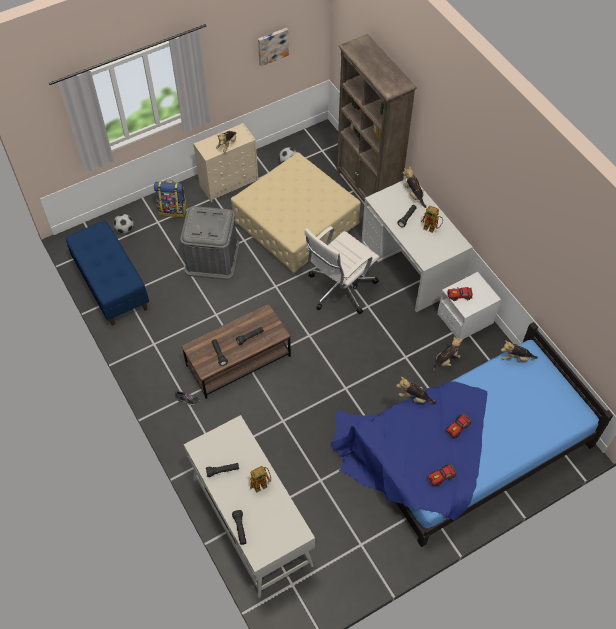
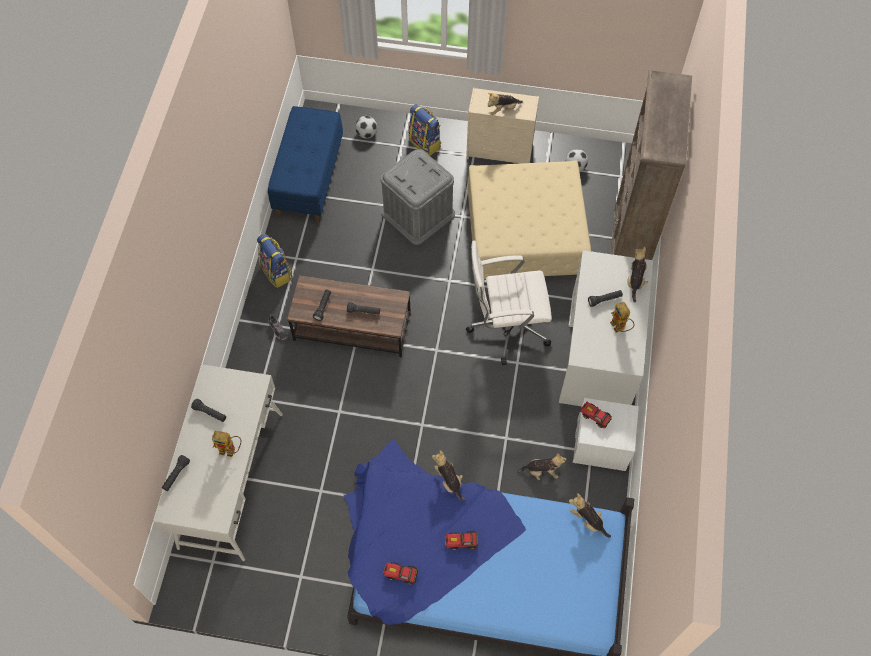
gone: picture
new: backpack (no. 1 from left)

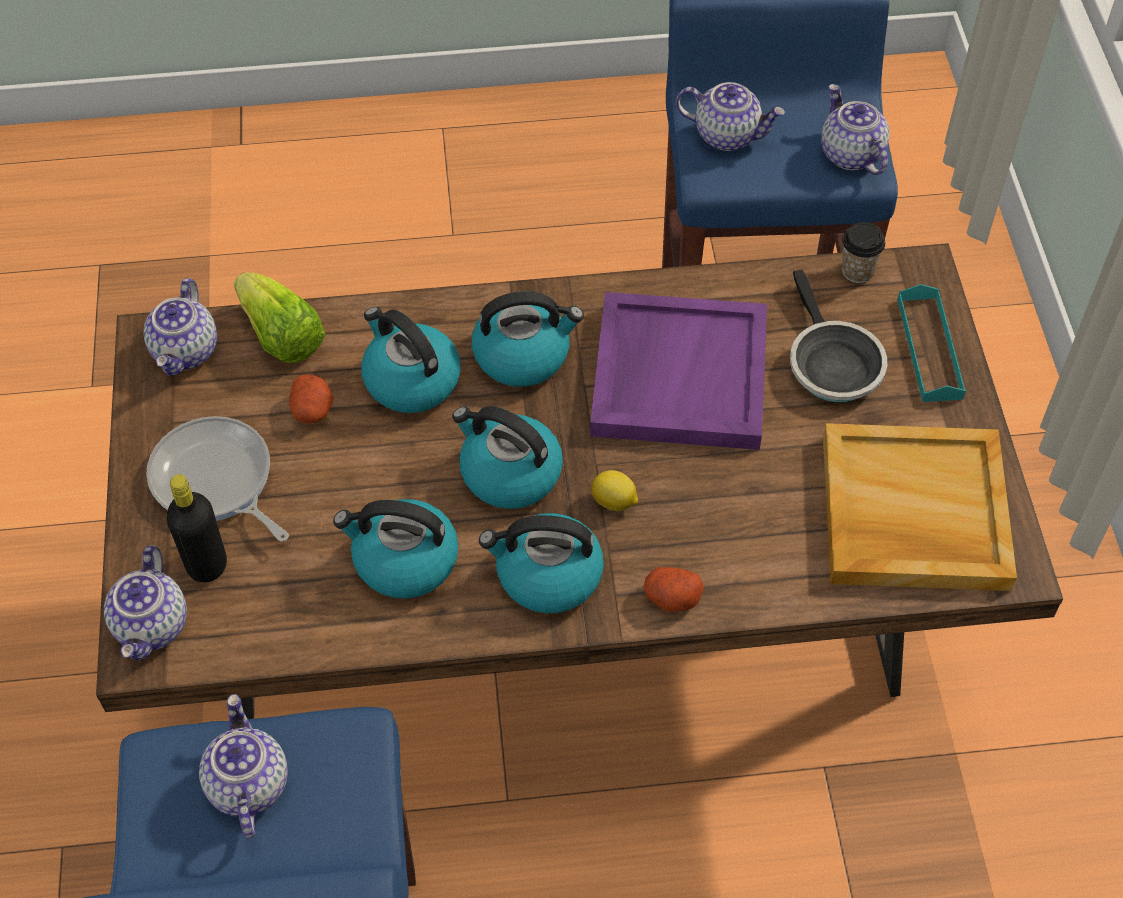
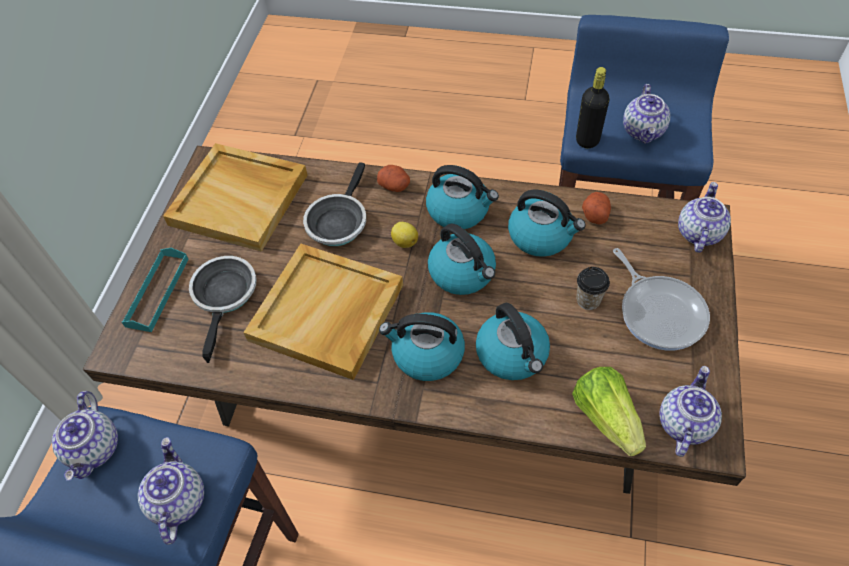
new: frying pan (no. 2 from left)
shifted: black bottle; cup; potato (no. 1 from left in the first image) to potato (no. 2 from left)
repainted: purple tray to beige tray (no. 2 from left)
rotated: teapot (no. 4 from left in the first image) 45 degrees clockwise

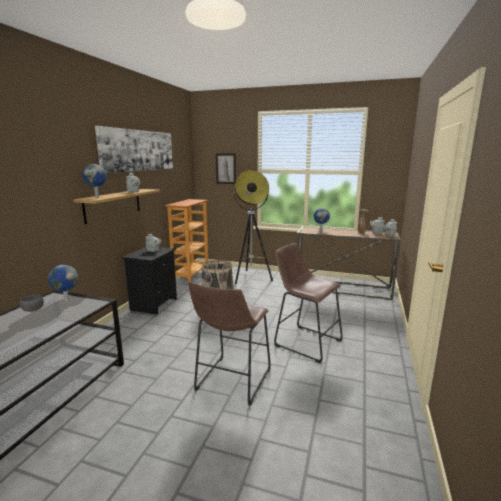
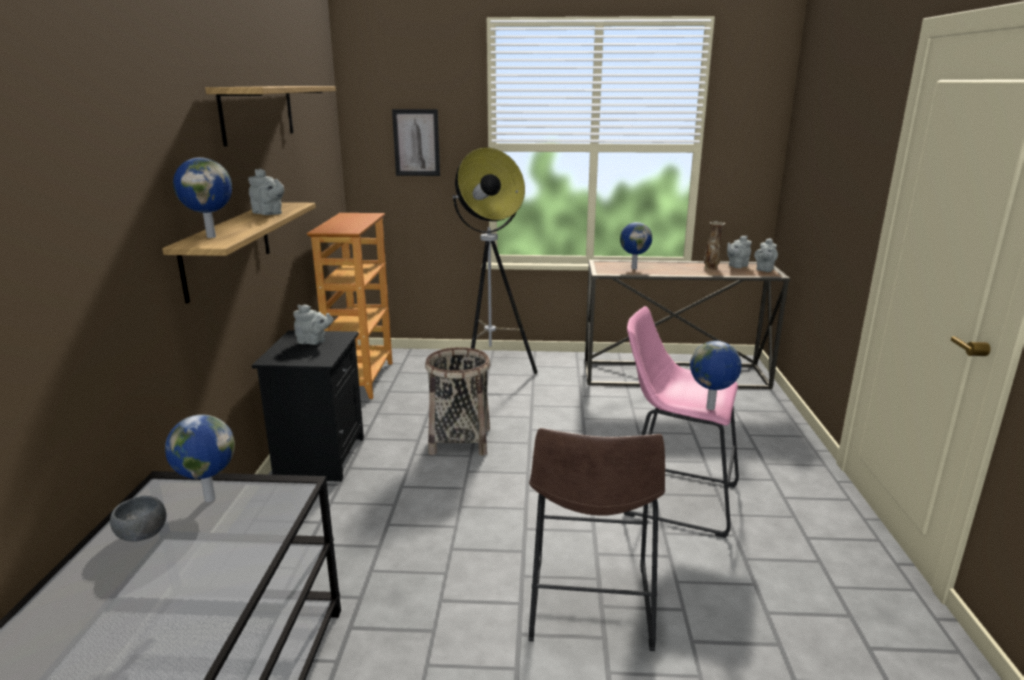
new: globe (no. 4 from left)
swapped: picture (no. 1 from left) to shelf (no. 2 from left)
repainted: brown stool (no. 2 from left) to pink stool

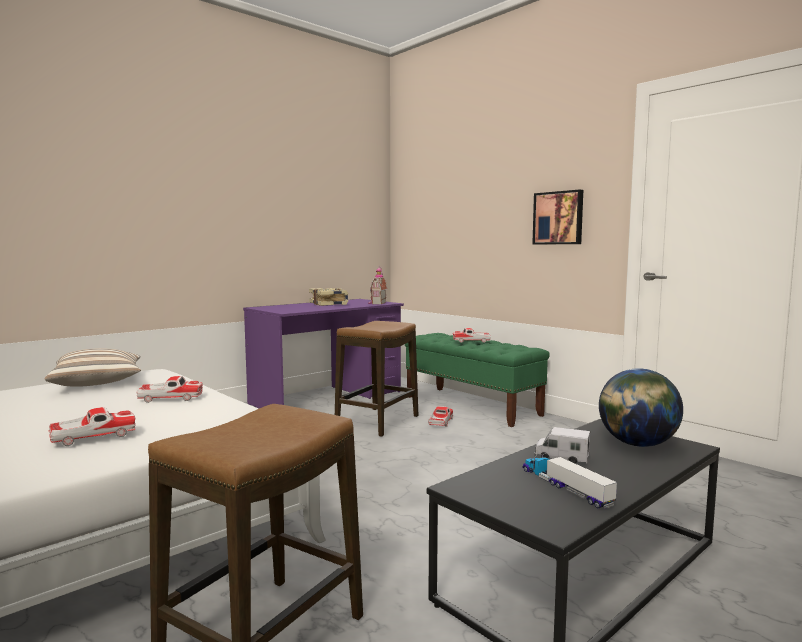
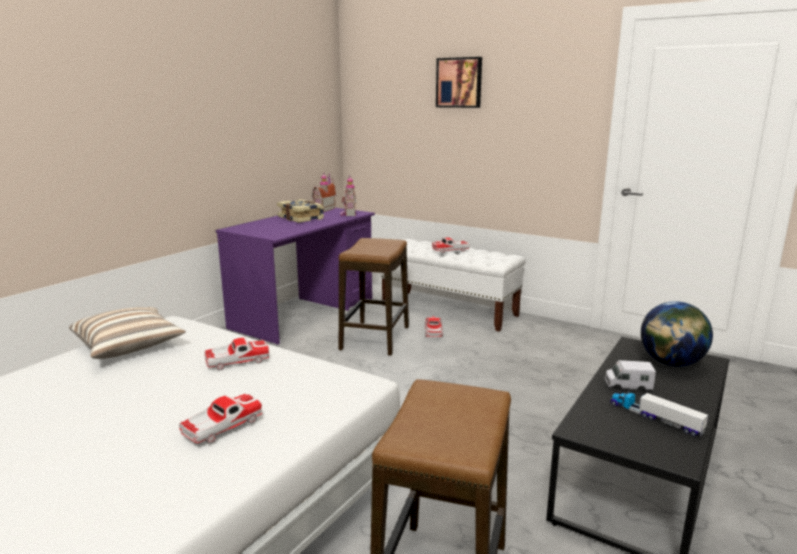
new: toy house (no. 1 from left)
shifted: picture
repainted: green bench to white bench

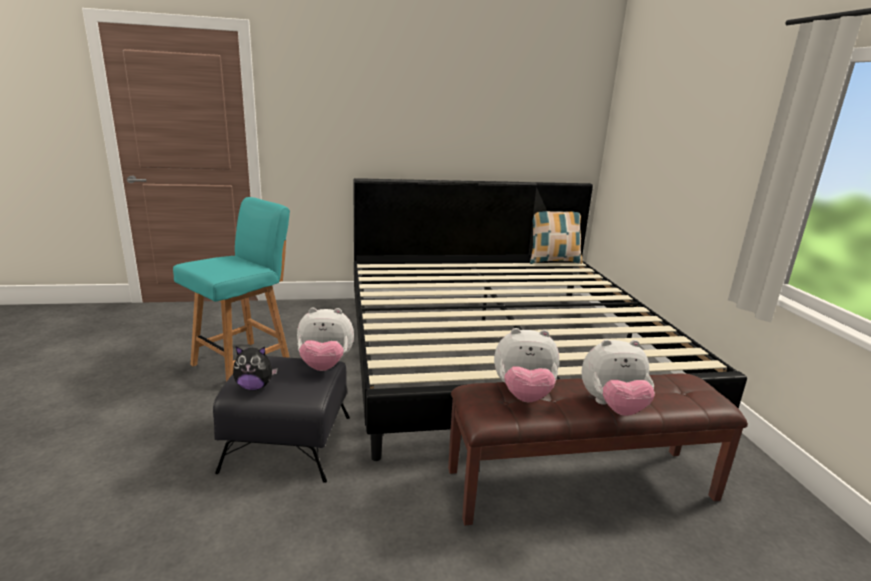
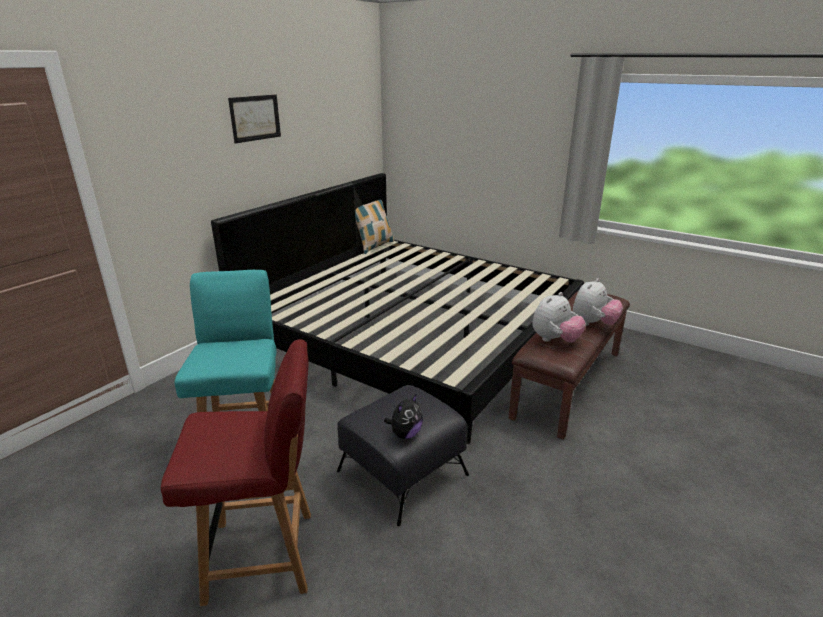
gone: plush toy (no. 2 from left)
new: red chair; picture

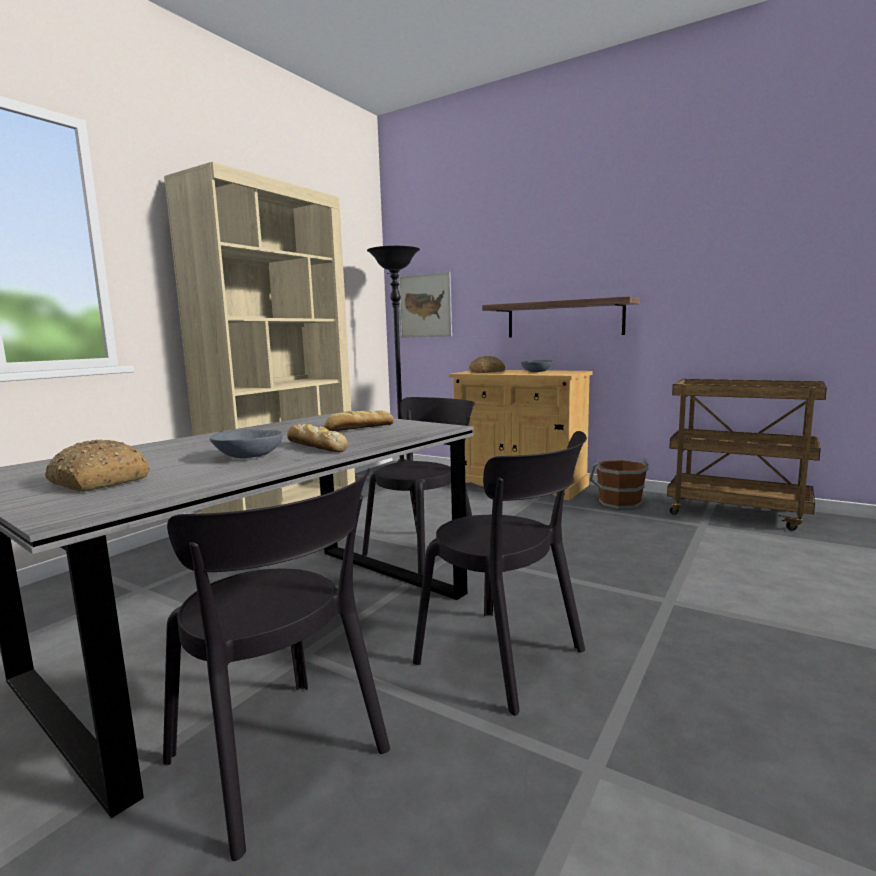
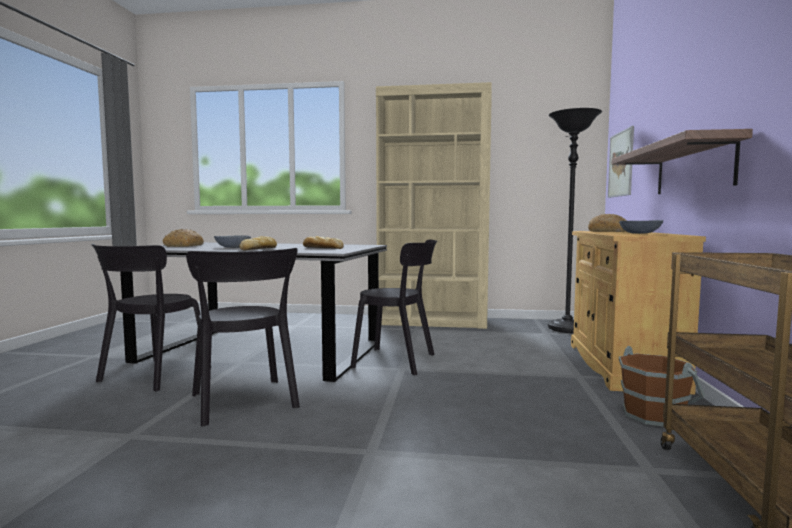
rotated: black chair (no. 3 from left in the first image) 45 degrees counterclockwise

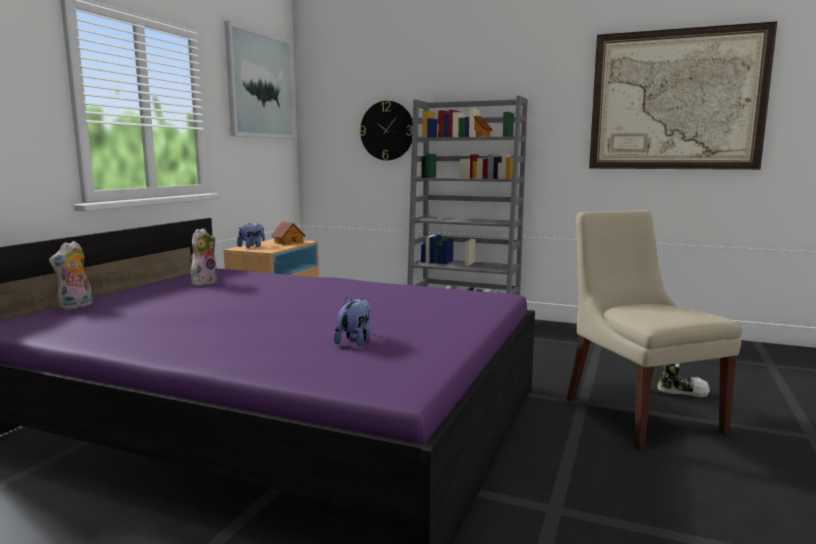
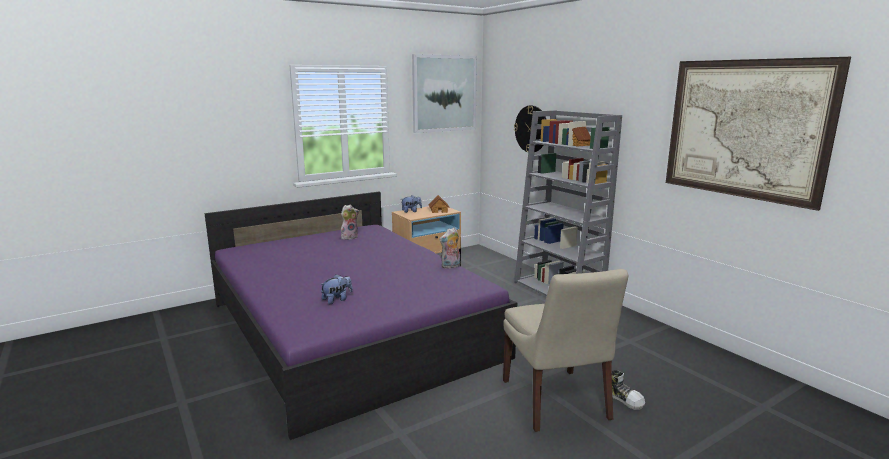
shifted: plush toy (no. 1 from left in the first image) to plush toy (no. 4 from left)
rotated: beige chair 150 degrees clockwise

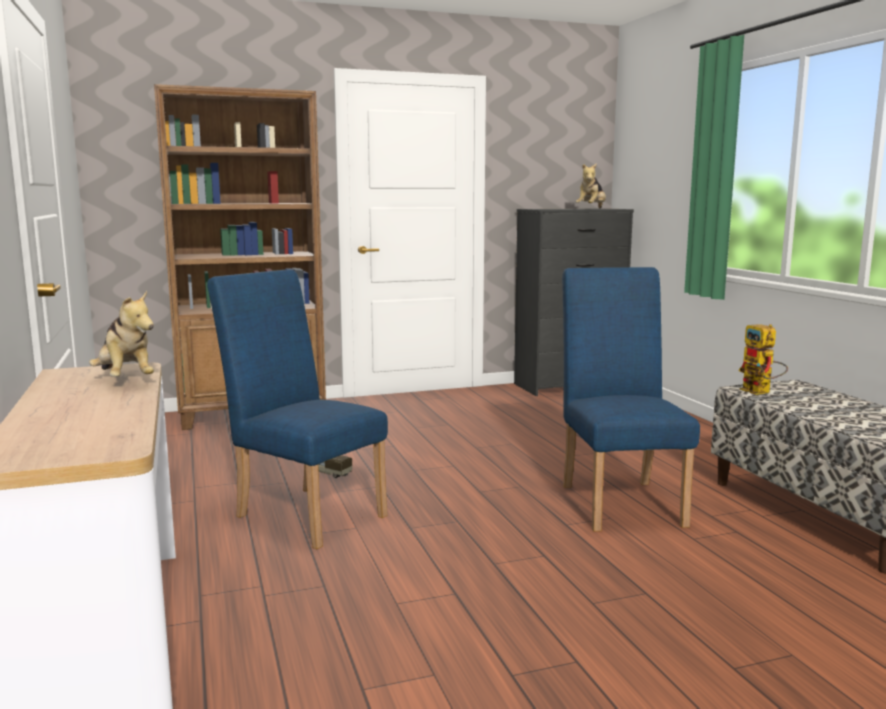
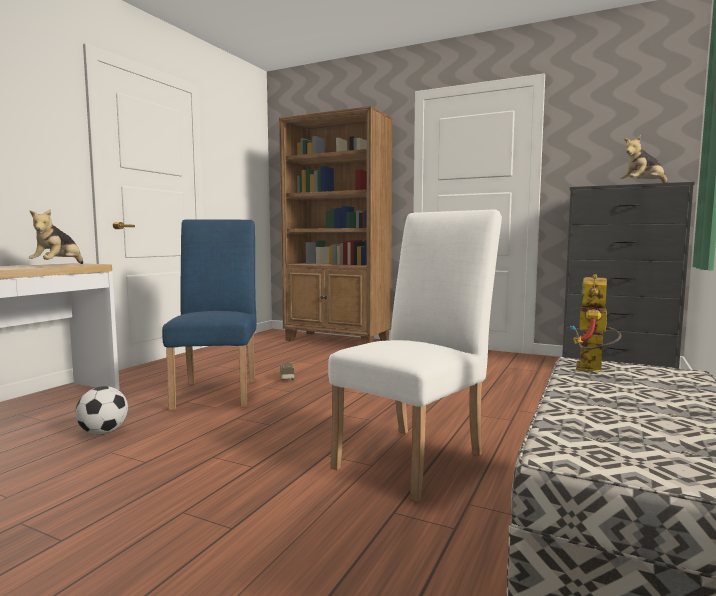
new: football
repainted: blue chair (no. 2 from left) to white chair

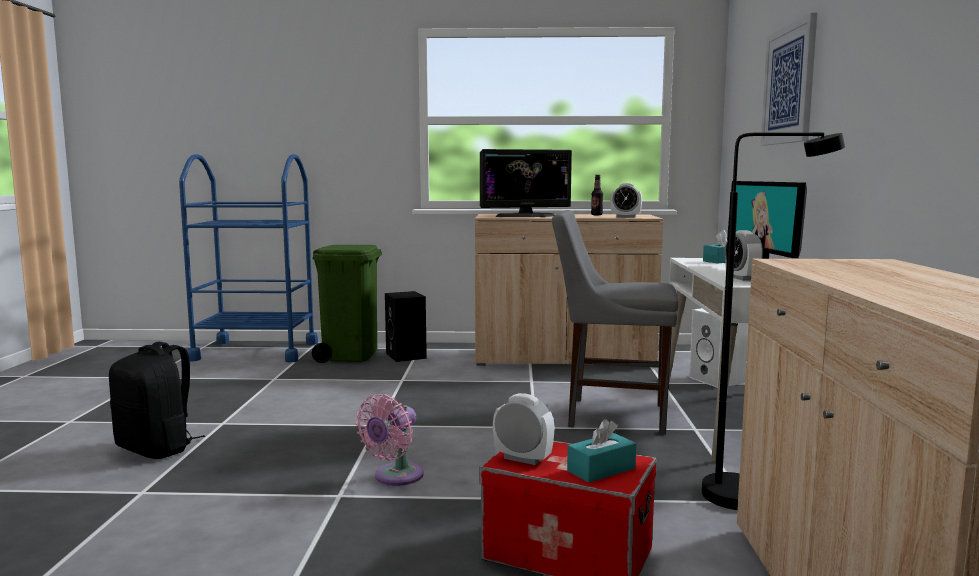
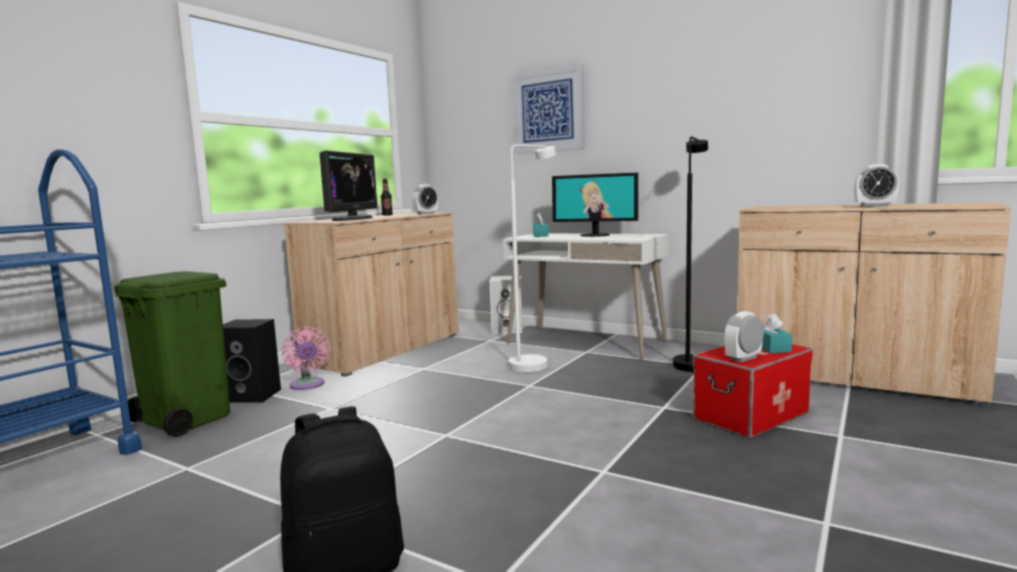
shifted: pink fan; alarm clock (no. 3 from left)
swapped: grey chair to white floor lamp

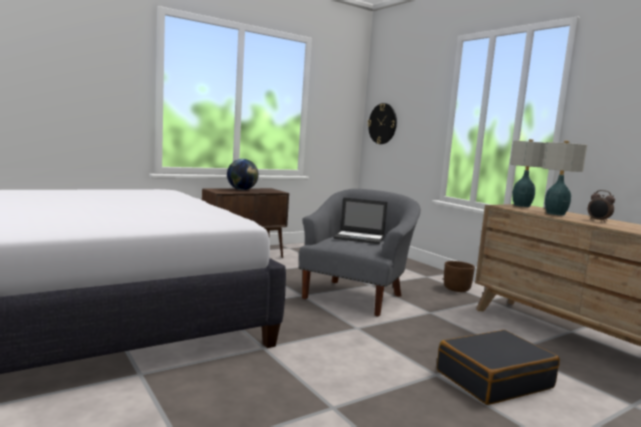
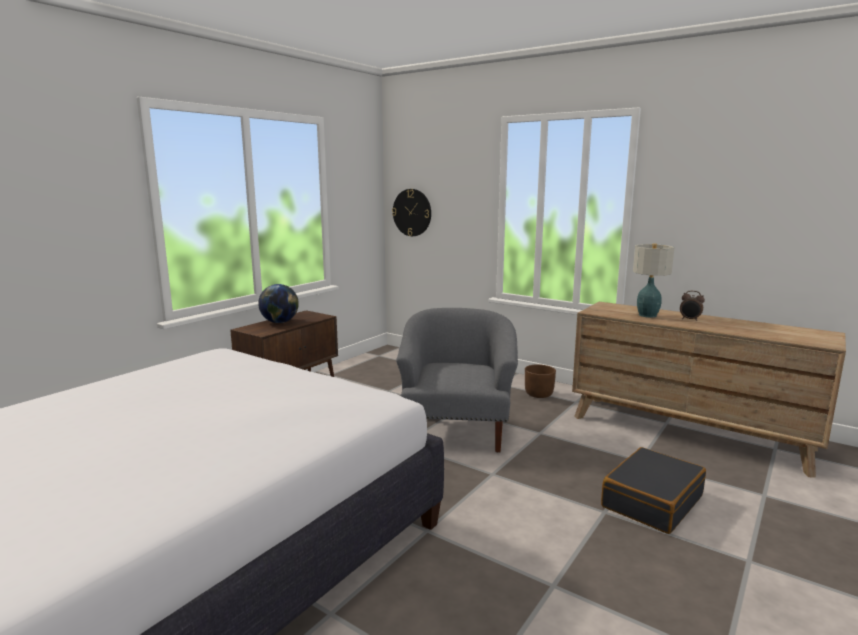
gone: laptop; table lamp (no. 1 from left)

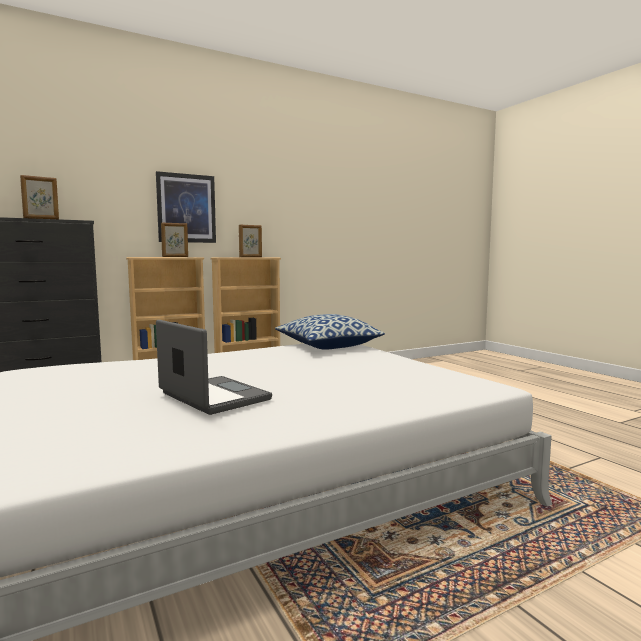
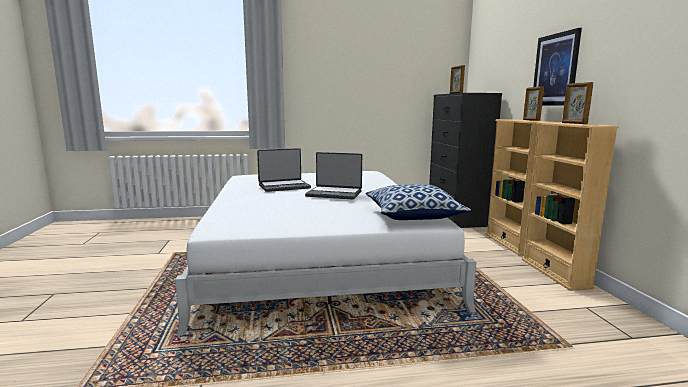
new: laptop (no. 2 from left)

